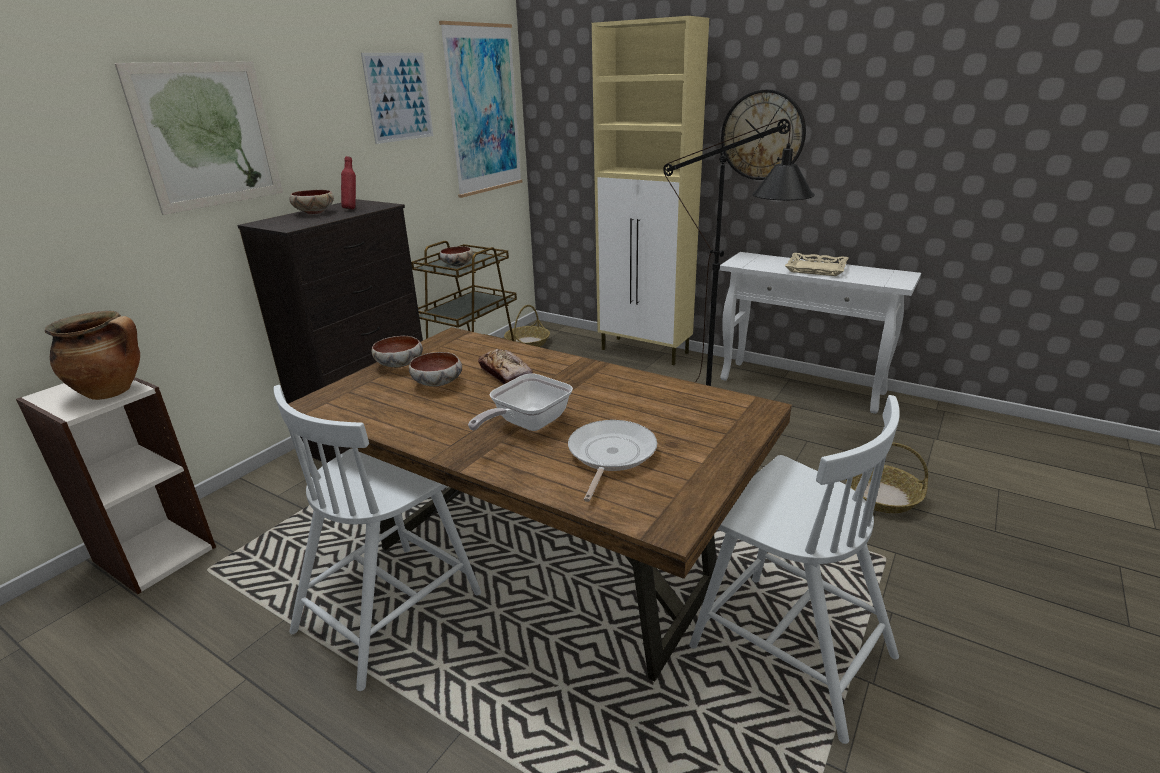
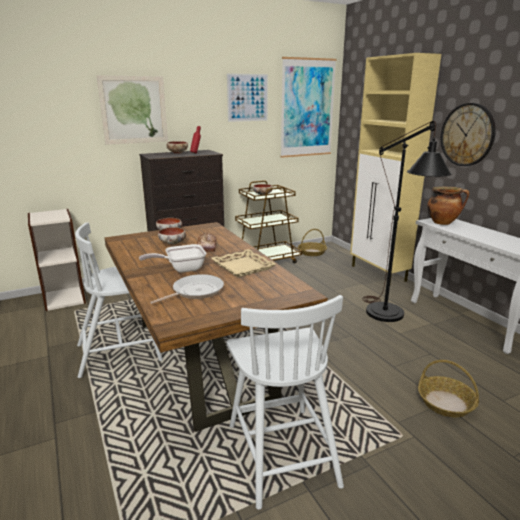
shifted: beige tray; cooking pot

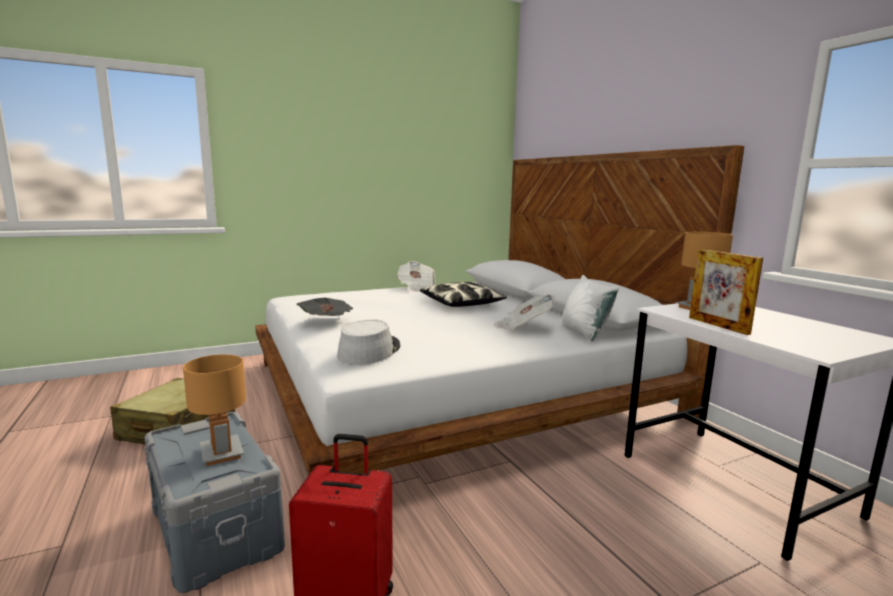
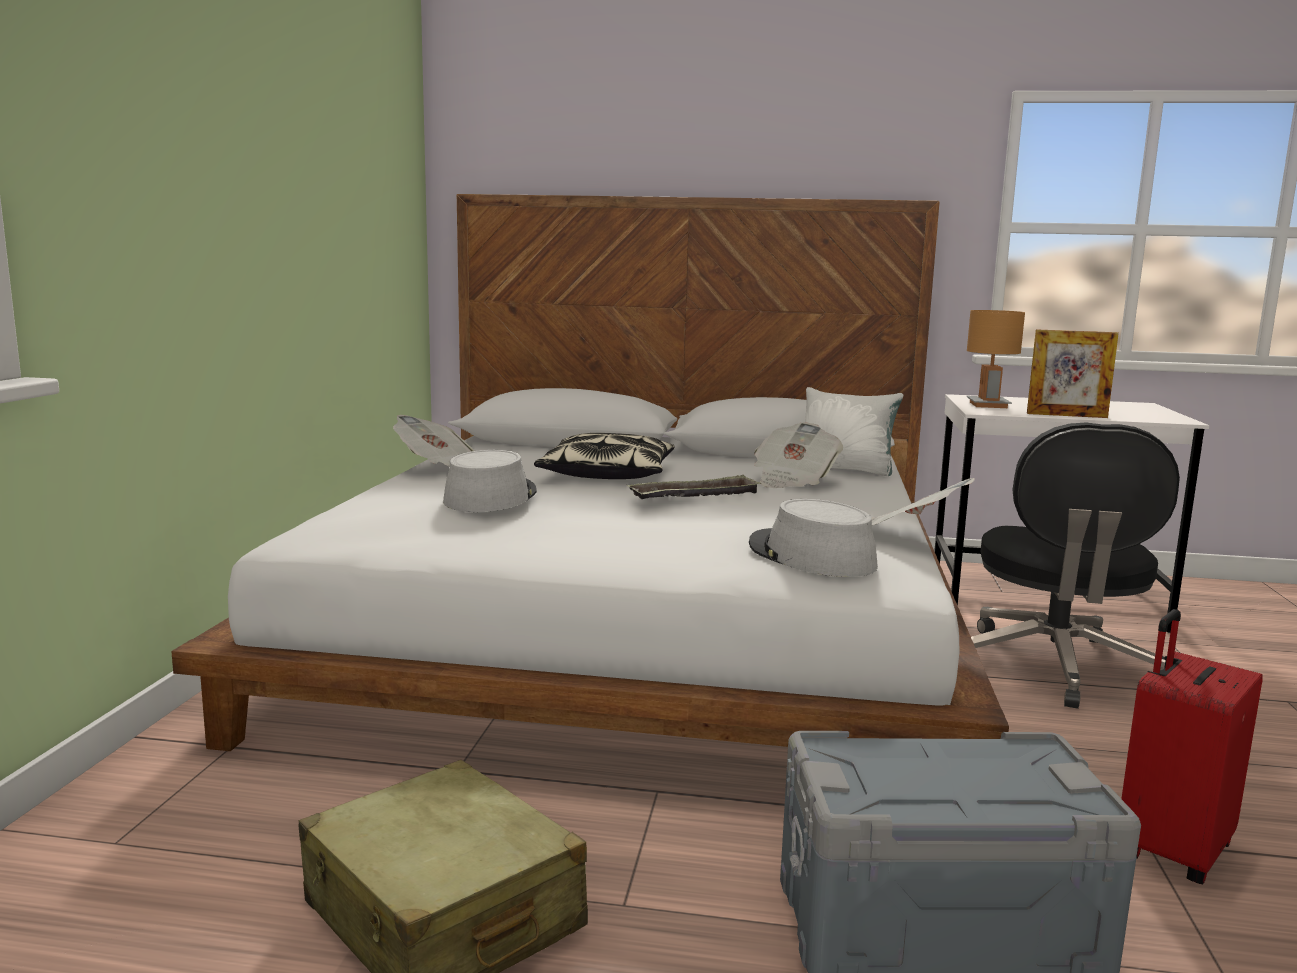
gone: brown table lamp (no. 1 from left)
new: grey hat (no. 1 from left); tray; black office chair
shifted: newspaper (no. 1 from left in the first image) to newspaper (no. 3 from left)

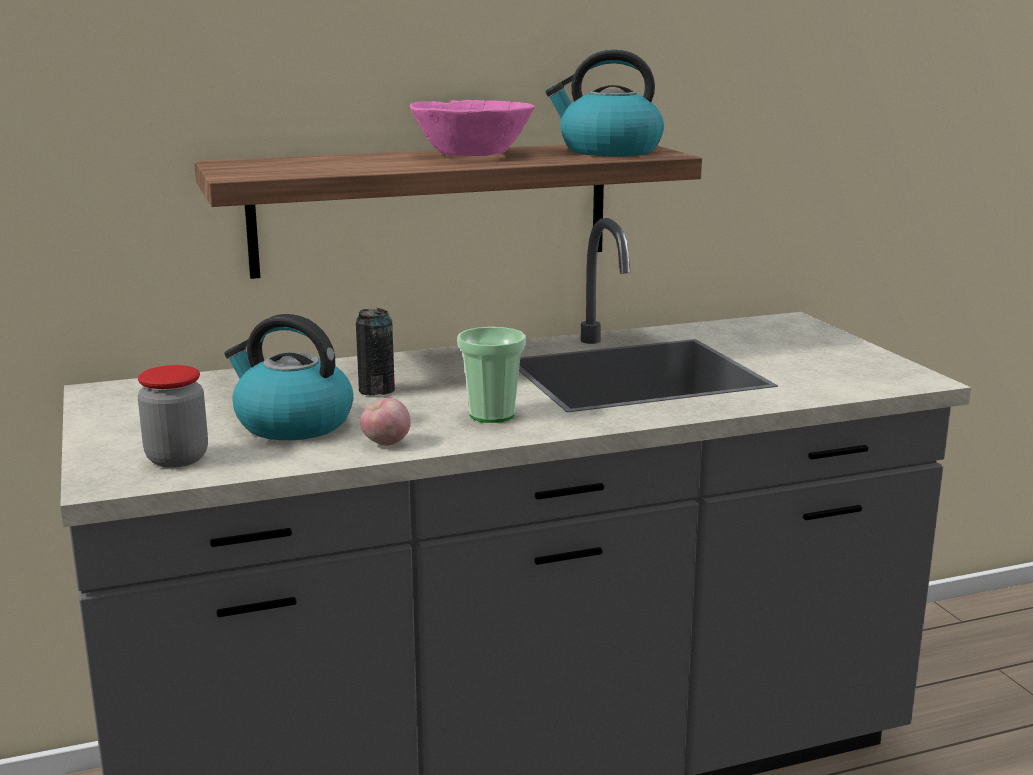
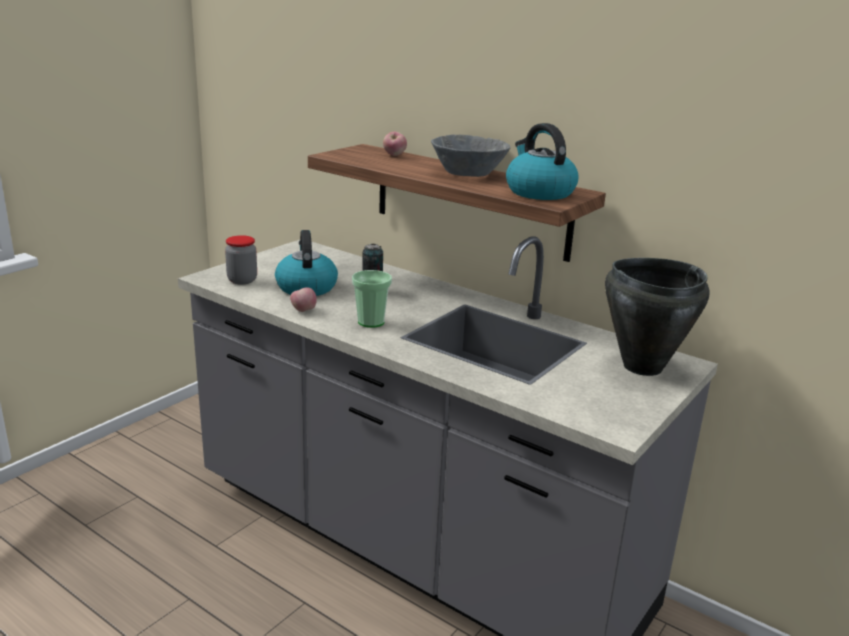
new: apple (no. 2 from left); black cooking pot
repainted: pink bowl to grey bowl

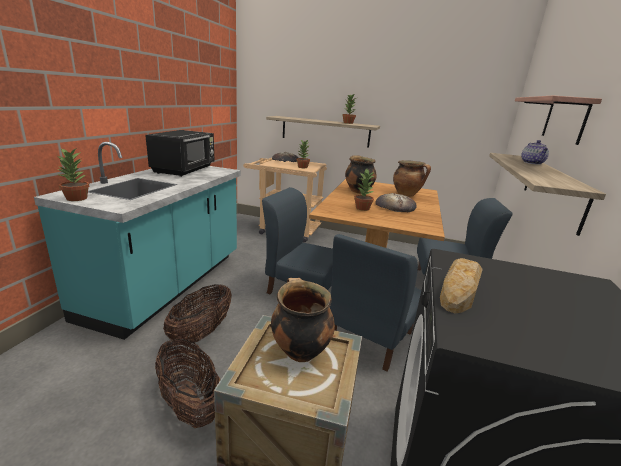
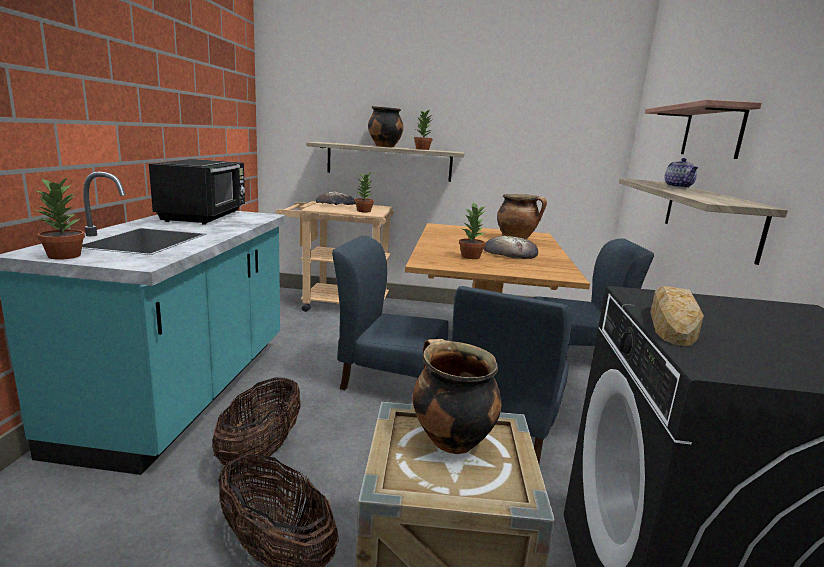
shifted: cooking pot (no. 2 from left in the first image) to cooking pot (no. 1 from left)

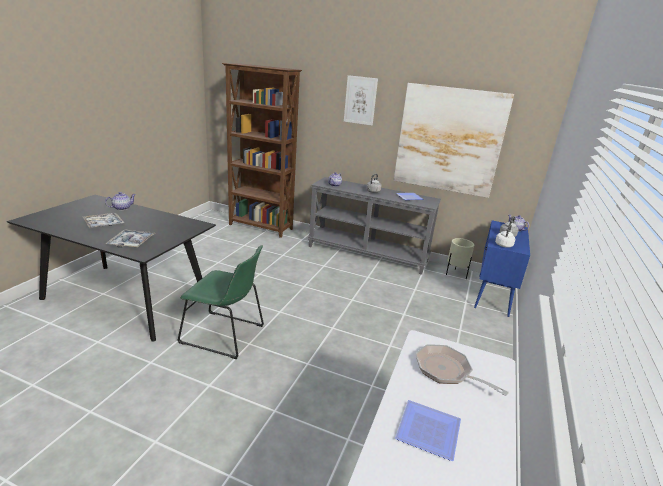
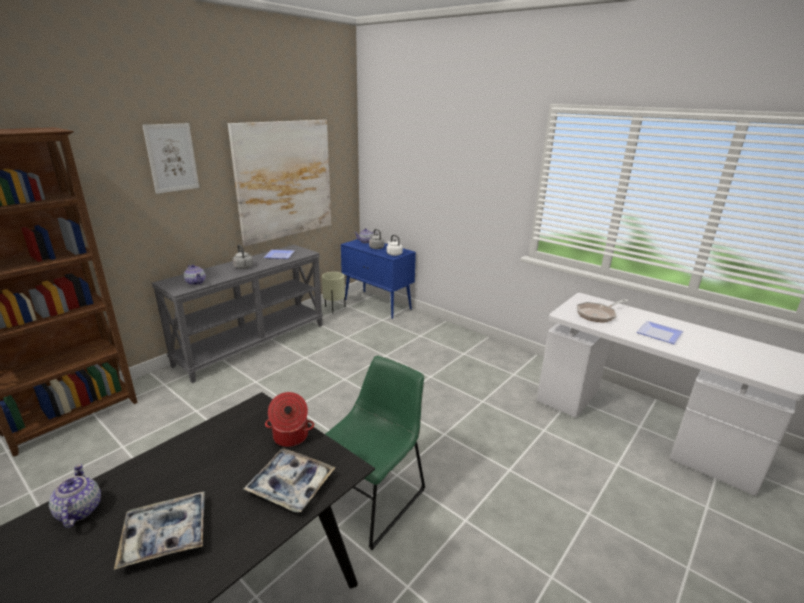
new: cooking pot

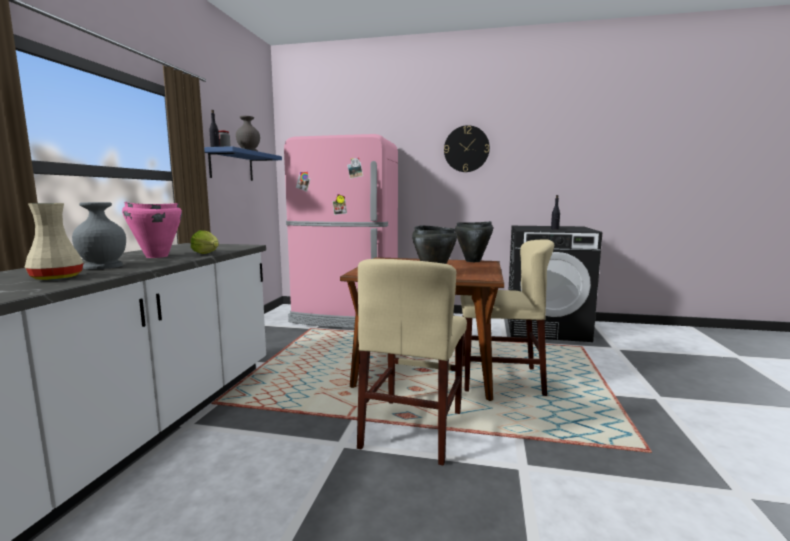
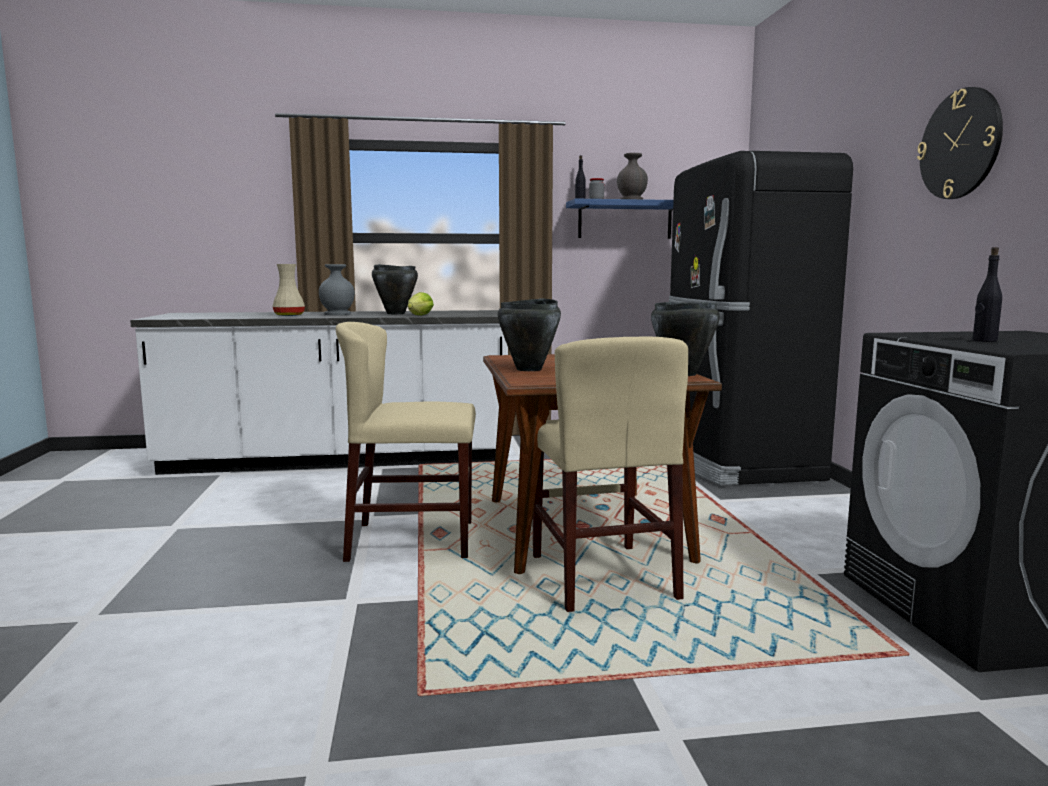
repainted: pink cooking pot to black cooking pot (no. 1 from left); pink fridge to black fridge

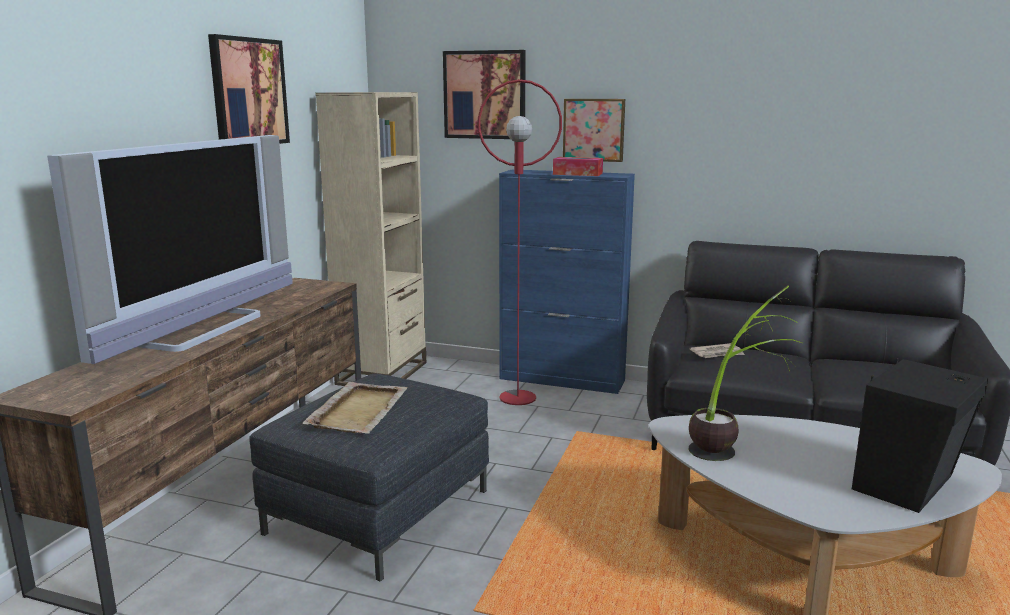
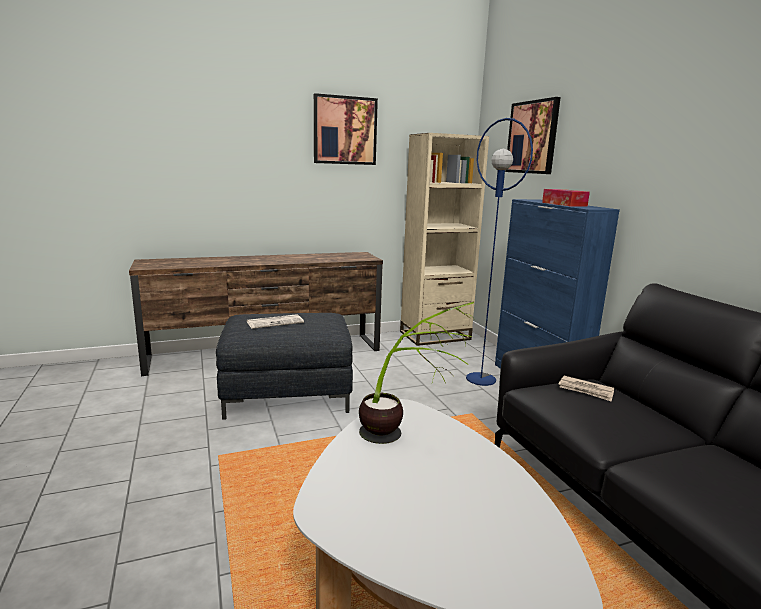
gone: television; picture (no. 3 from left); black speaker
swapped: beige tray to newspaper (no. 1 from left)
repainted: red floor lamp to blue floor lamp

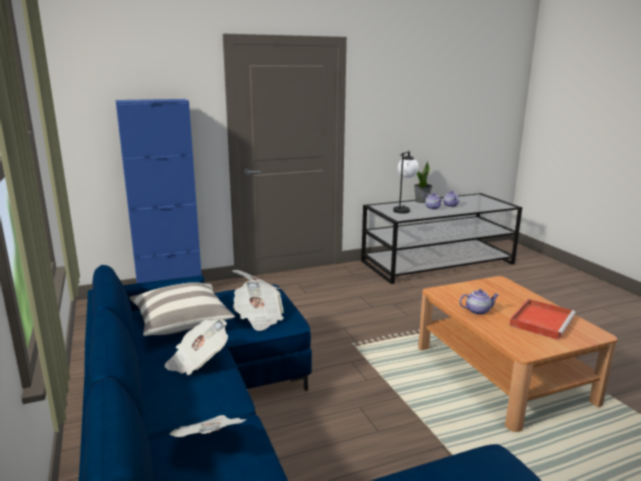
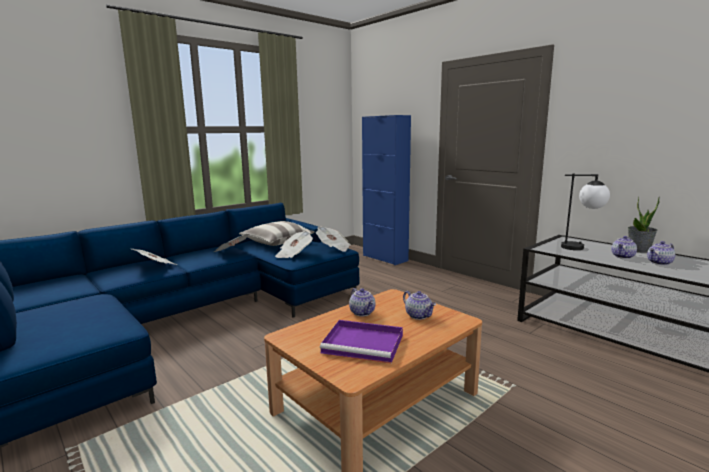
new: teapot (no. 2 from left)
repainted: red tray to purple tray

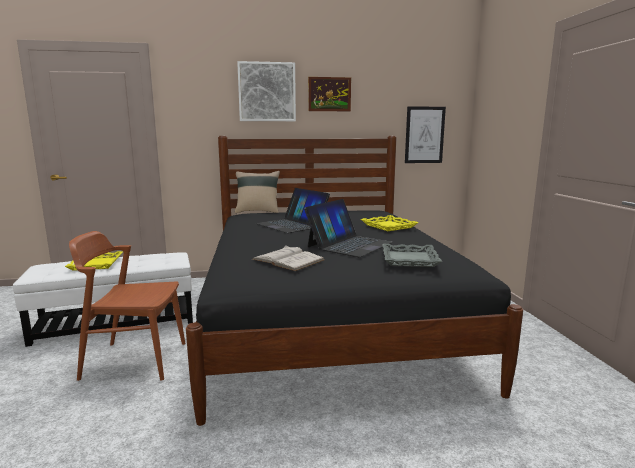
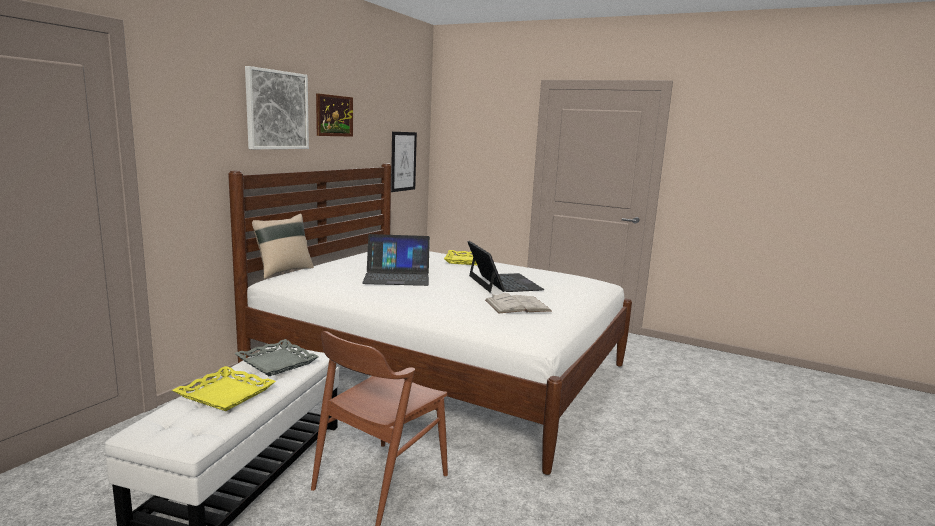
shifted: grey tray
repainted: black bed to white bed

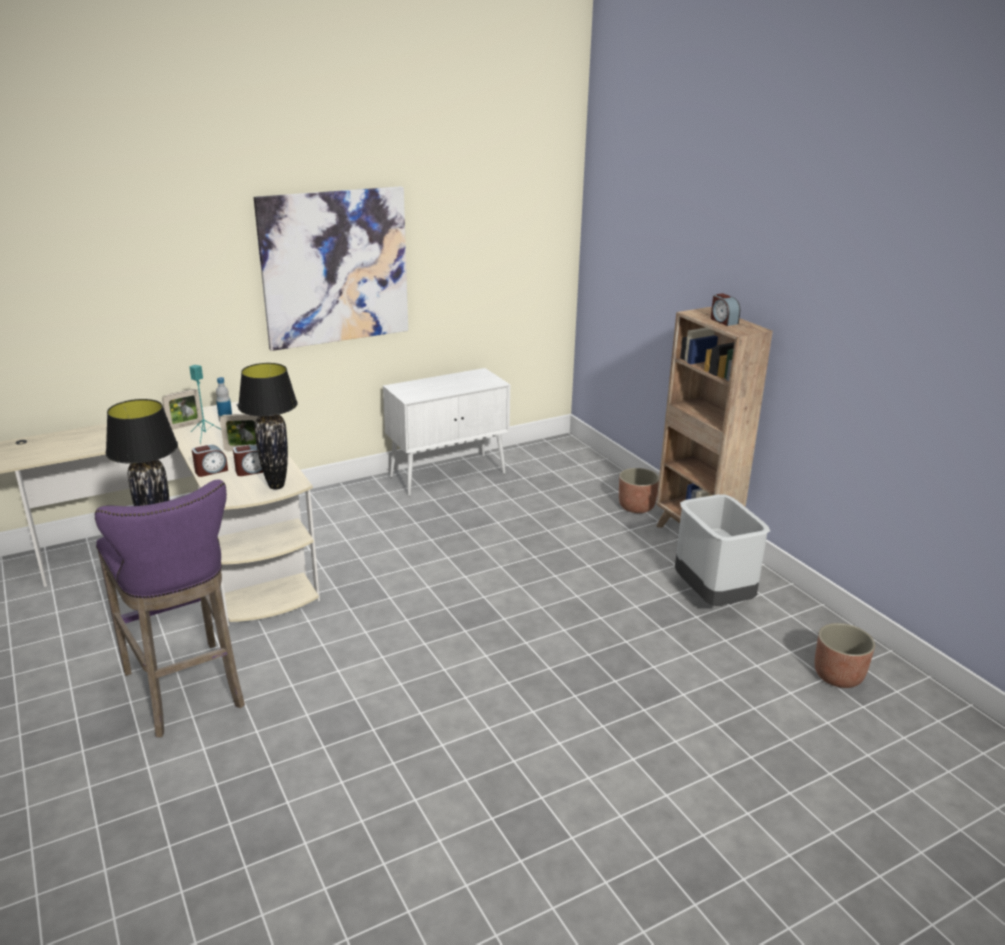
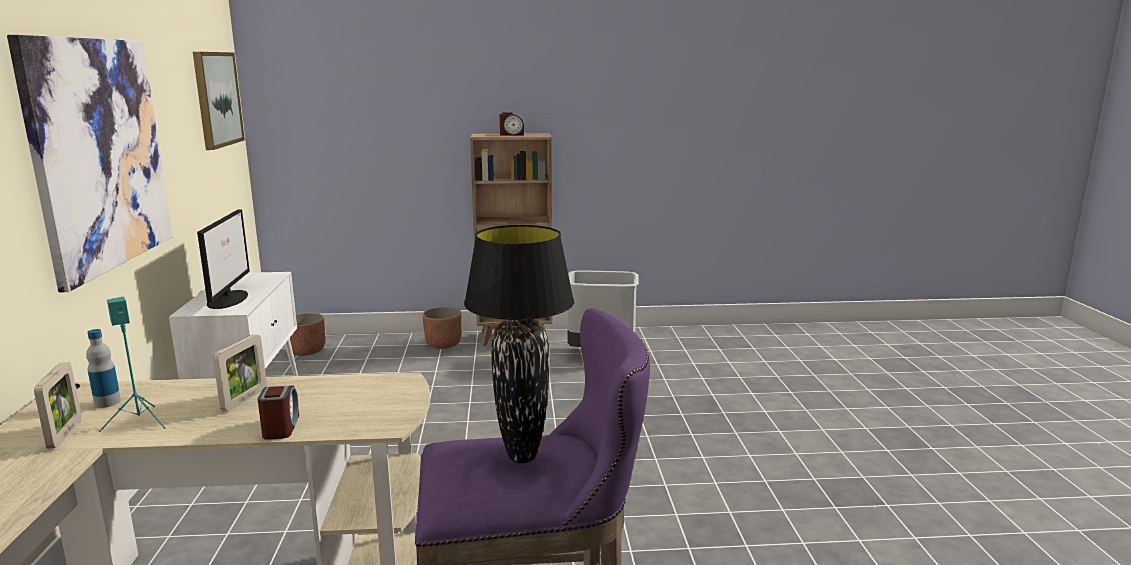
gone: alarm clock (no. 2 from left); black table lamp (no. 2 from left)
new: picture (no. 2 from left); monitor
shifted: planter (no. 2 from left in the first image) to planter (no. 1 from left)

